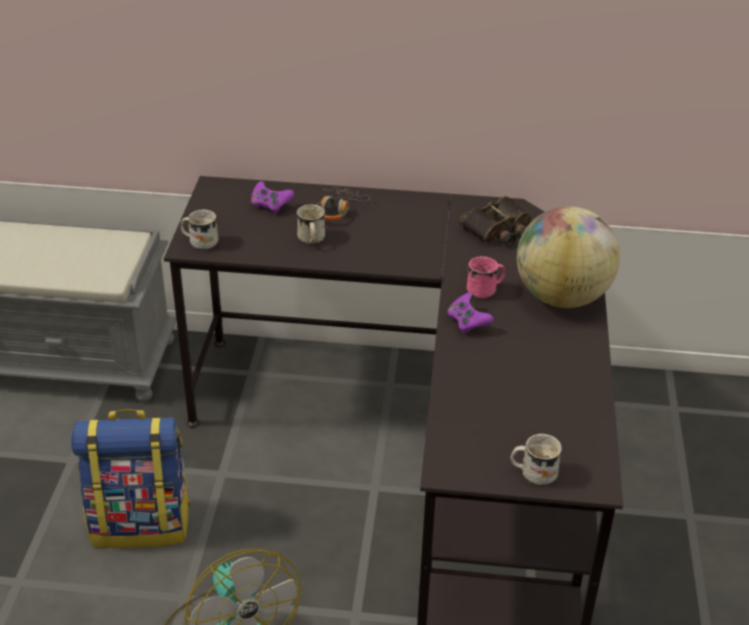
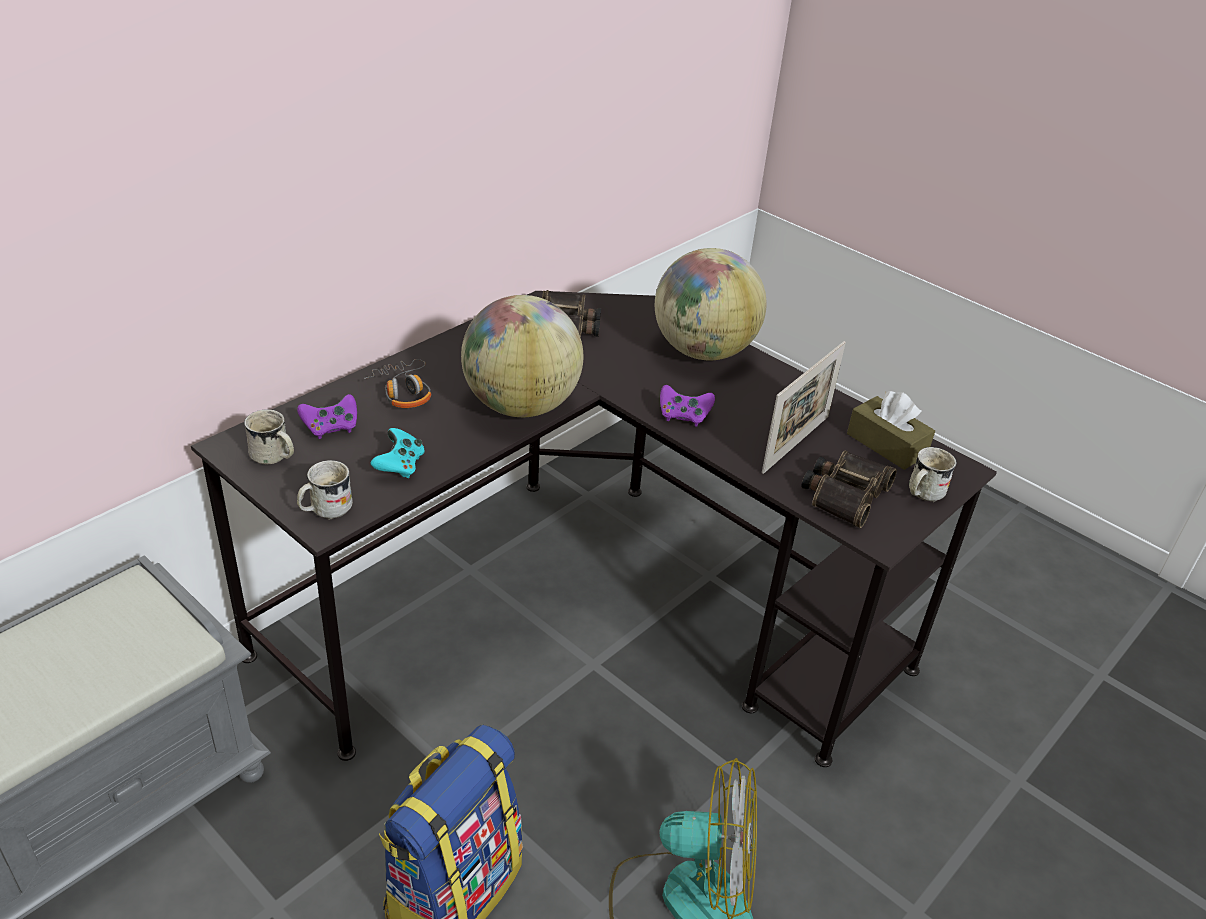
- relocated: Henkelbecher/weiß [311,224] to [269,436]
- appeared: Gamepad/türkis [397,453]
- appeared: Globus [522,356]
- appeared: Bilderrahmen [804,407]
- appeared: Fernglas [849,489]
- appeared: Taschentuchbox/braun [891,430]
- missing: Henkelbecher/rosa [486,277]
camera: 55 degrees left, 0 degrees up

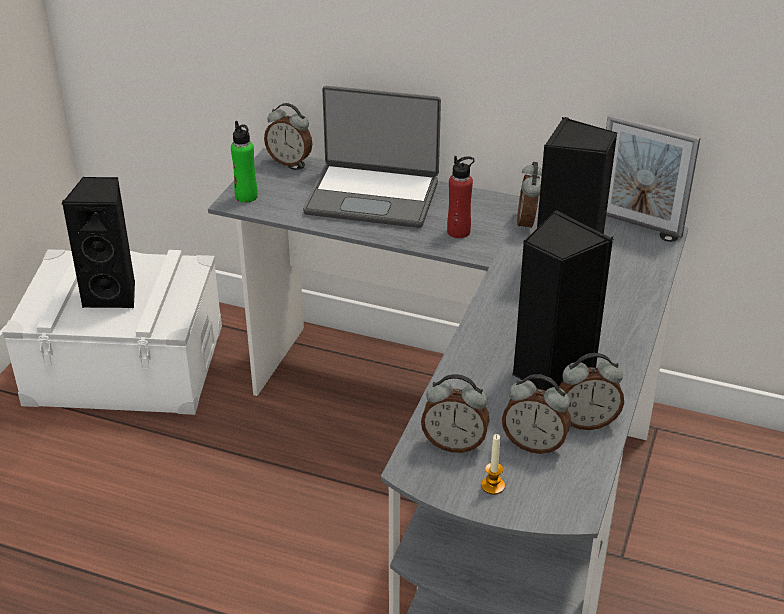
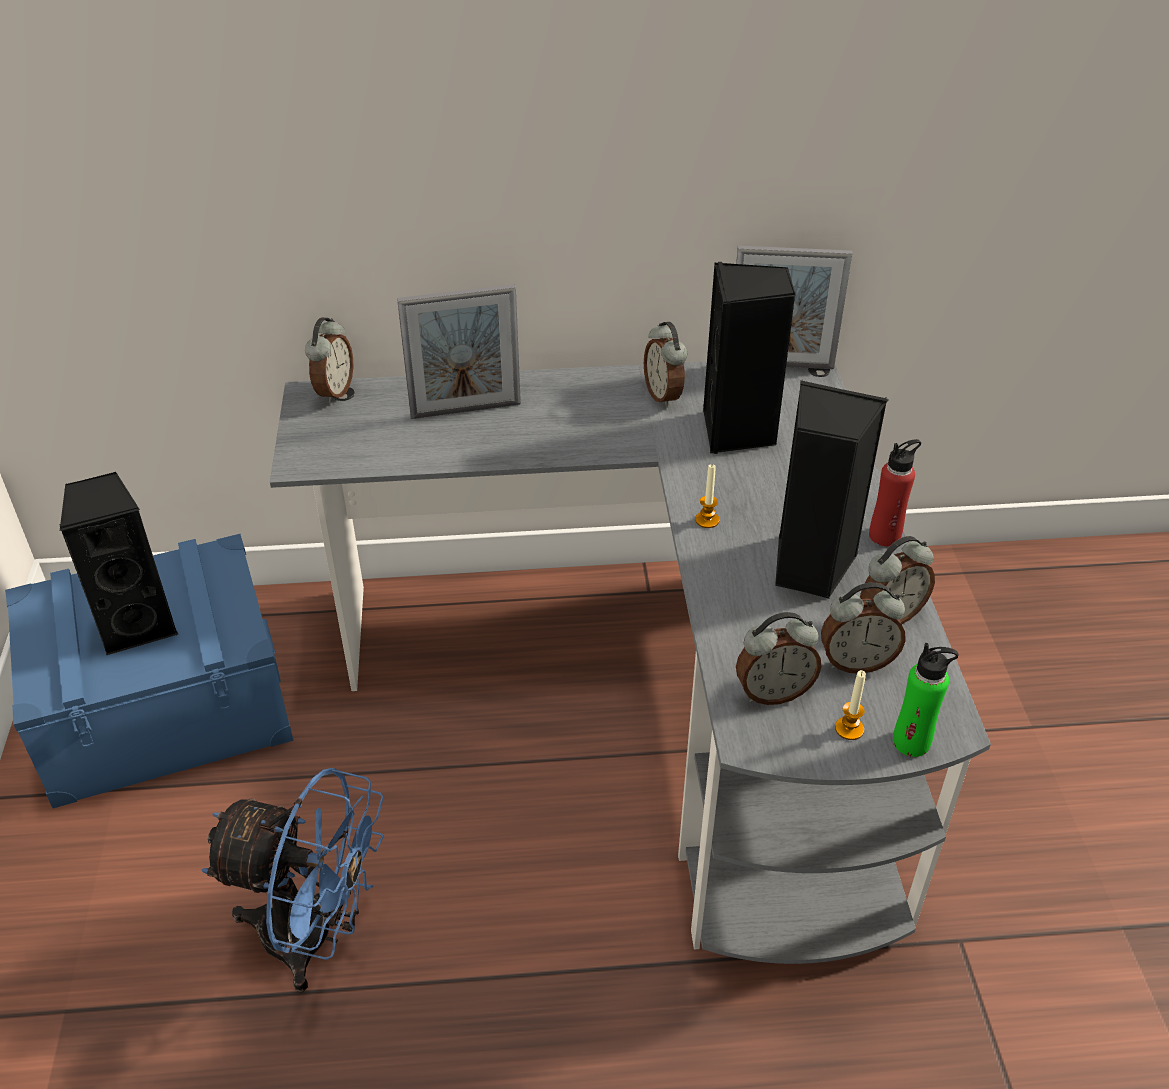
- colour: Aufbewahrungsbox/weiß [112,332] to Aufbewahrungsbox/blau [149,671]
- appeared: Ventilator/blau [292,880]
- spun: Wecker [288,135] = [329,360] 75 degrees counterclockwise
- exchanged: Laptop [372,157] to Bilderrahmen [459,351]
- appeared: Kerze [707,496]
- relocated: Flasche/rot [461,197] to [895,492]
- relocated: Flasche/grün [244,162] to [925,700]
camera: 25 degrees left, 5 degrees up

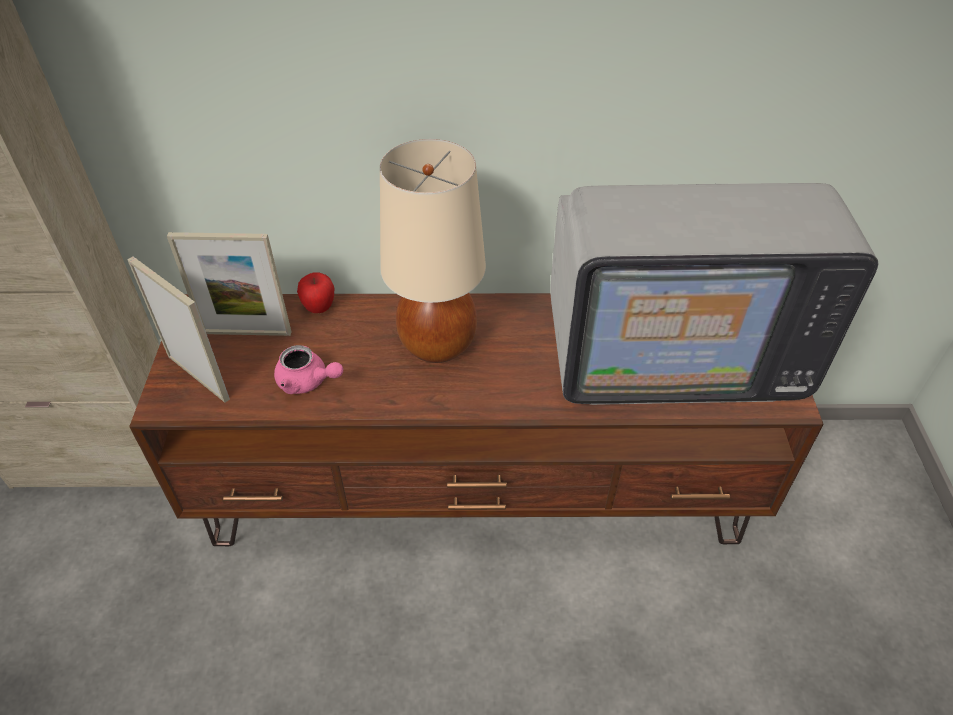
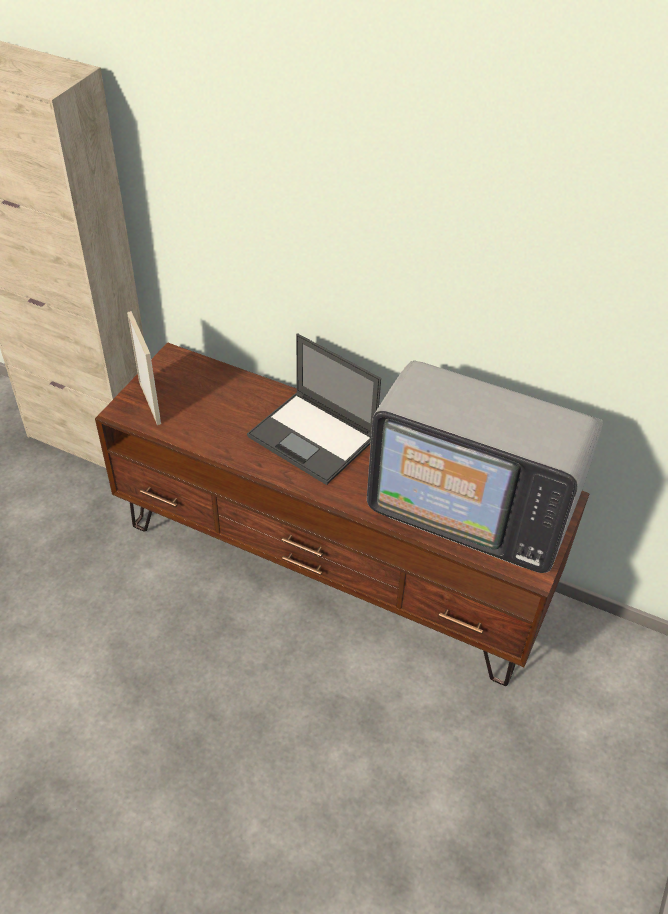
- exchanged: Tischlampe/beige [433,251] to Laptop [314,409]
- missing: Bilderrahmen [229,284]
- missing: Teekanne/rosa [308,369]
- missing: Apfel [315,292]
camera: 25 degrees right, 0 degrees up

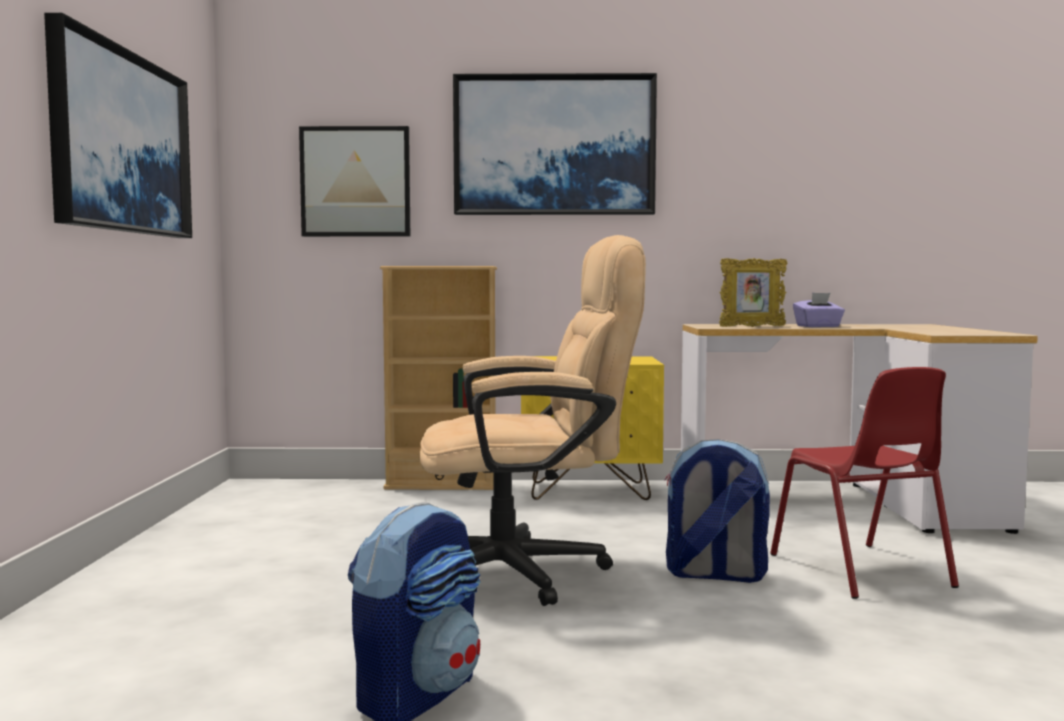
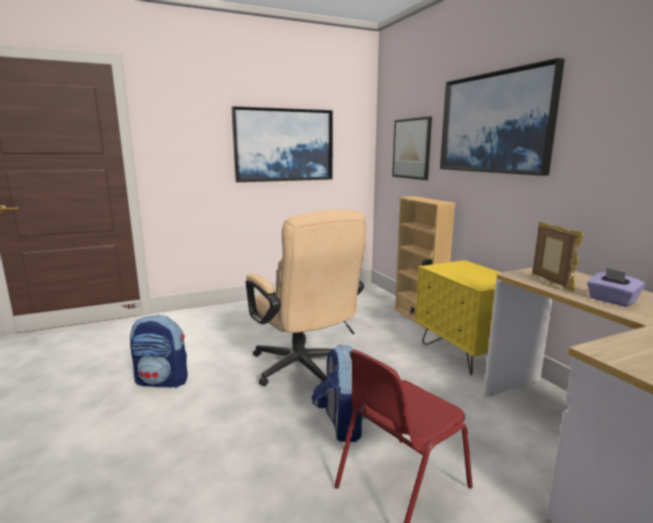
- spun: Bilderrahmen [753,292] = [558,257] 150 degrees counterclockwise
camera: 65 degrees right, 10 degrees up

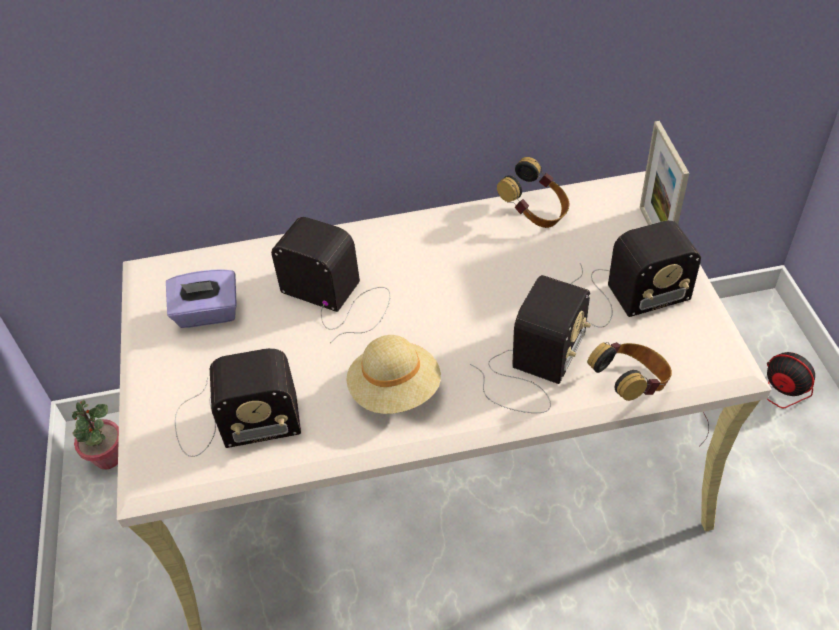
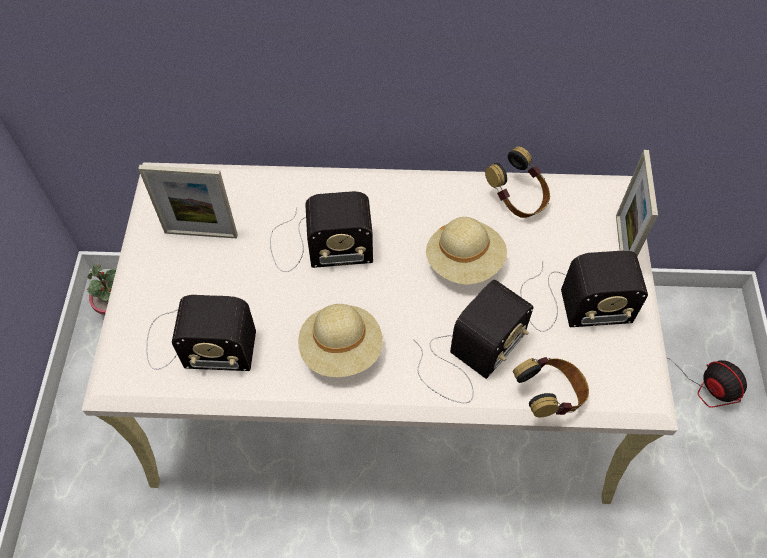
- exchanged: Taschentuchbox/lila [201,298] to Bilderrahmen [188,201]
- spun: Radio [330,280] = [321,231] 135 degrees clockwise
- appeared: Hut/beige [466,251]
camera: 10 degrees right, 10 degrees up

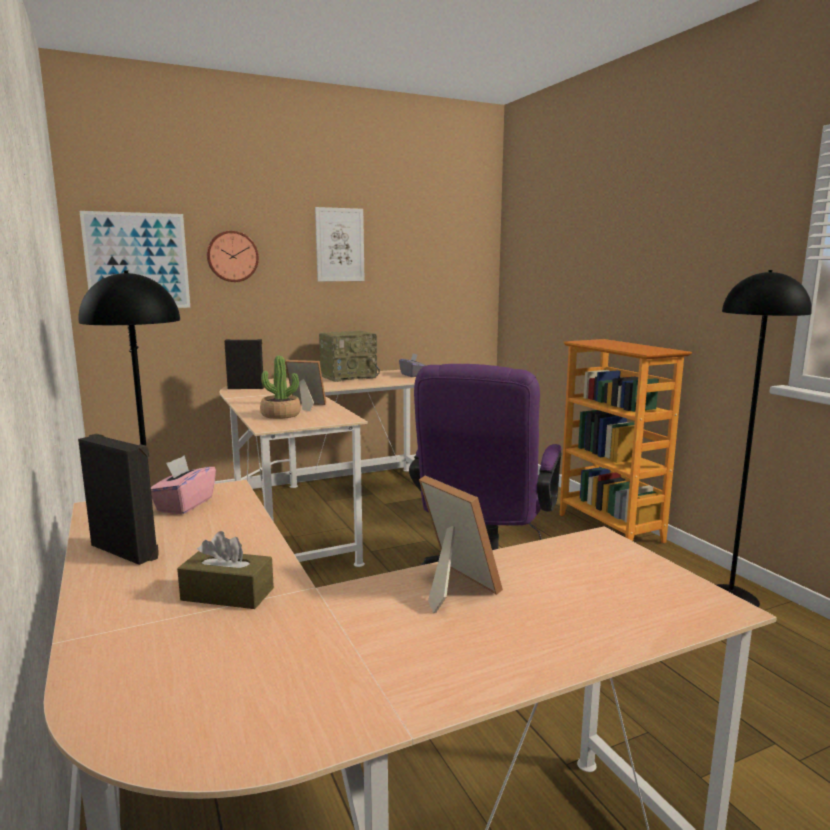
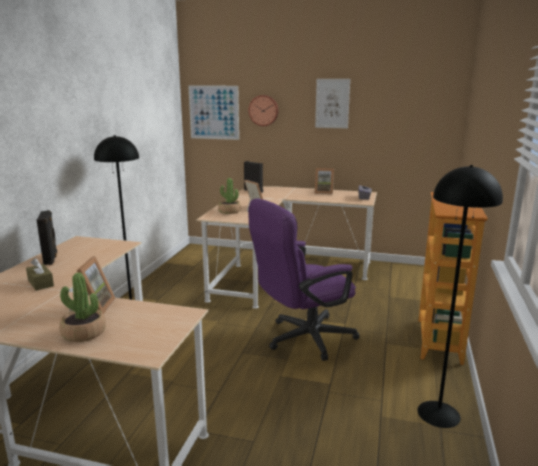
- appeared: Topfpflanze [82,307]
- exchanged: Radio [349,356] to Bilderrahmen [324,181]
- missing: Taschentuchbox/rosa [183,484]
camera: 40 degrees right, 5 degrees up

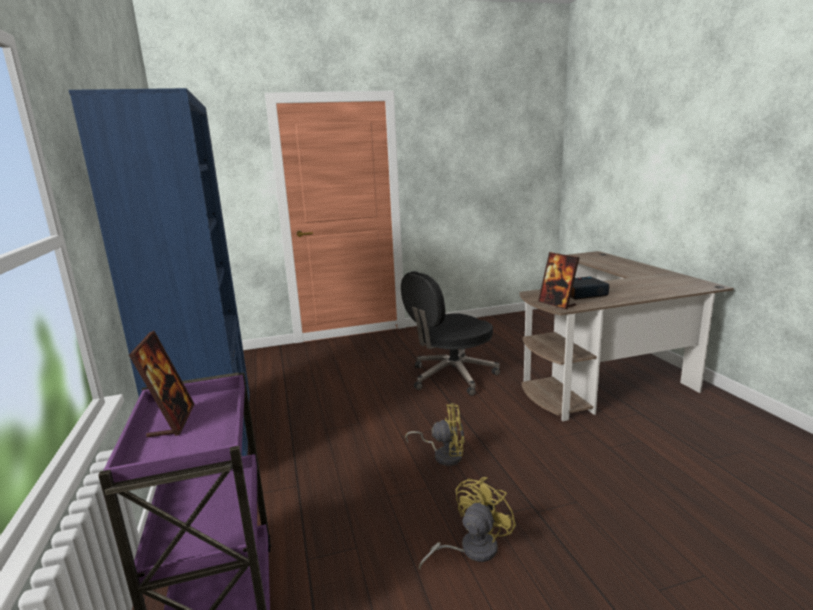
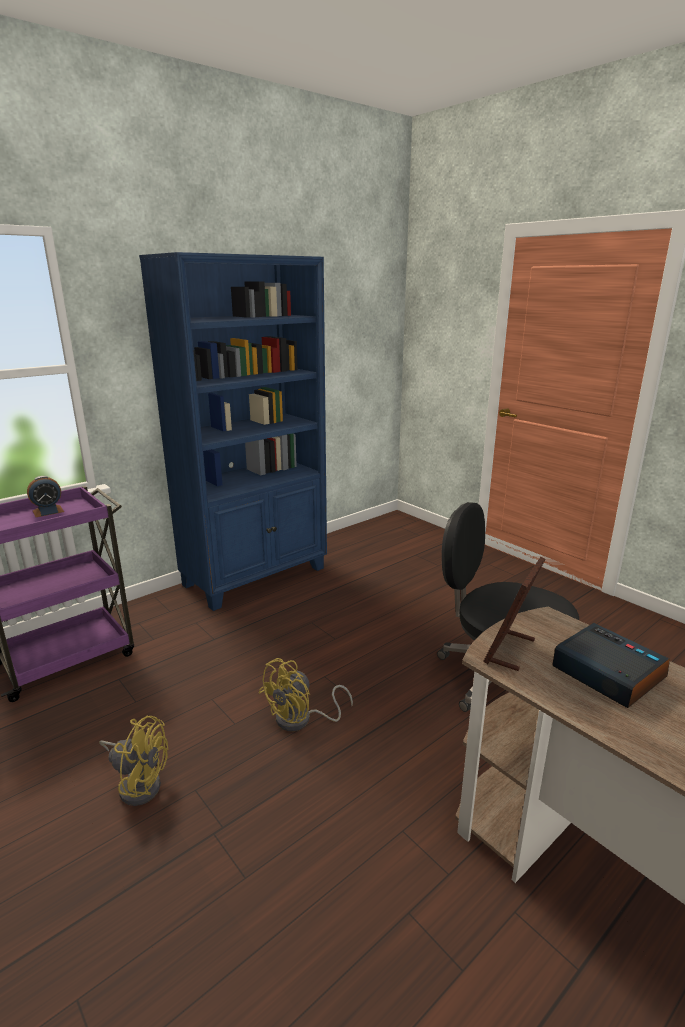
- exchanged: Bilderrahmen [161,384] to Wecker [45,496]
- spun: Ventilator/gelb [435,434] = [305,694] 60 degrees clockwise
camera: 65 degrees right, 5 degrees up

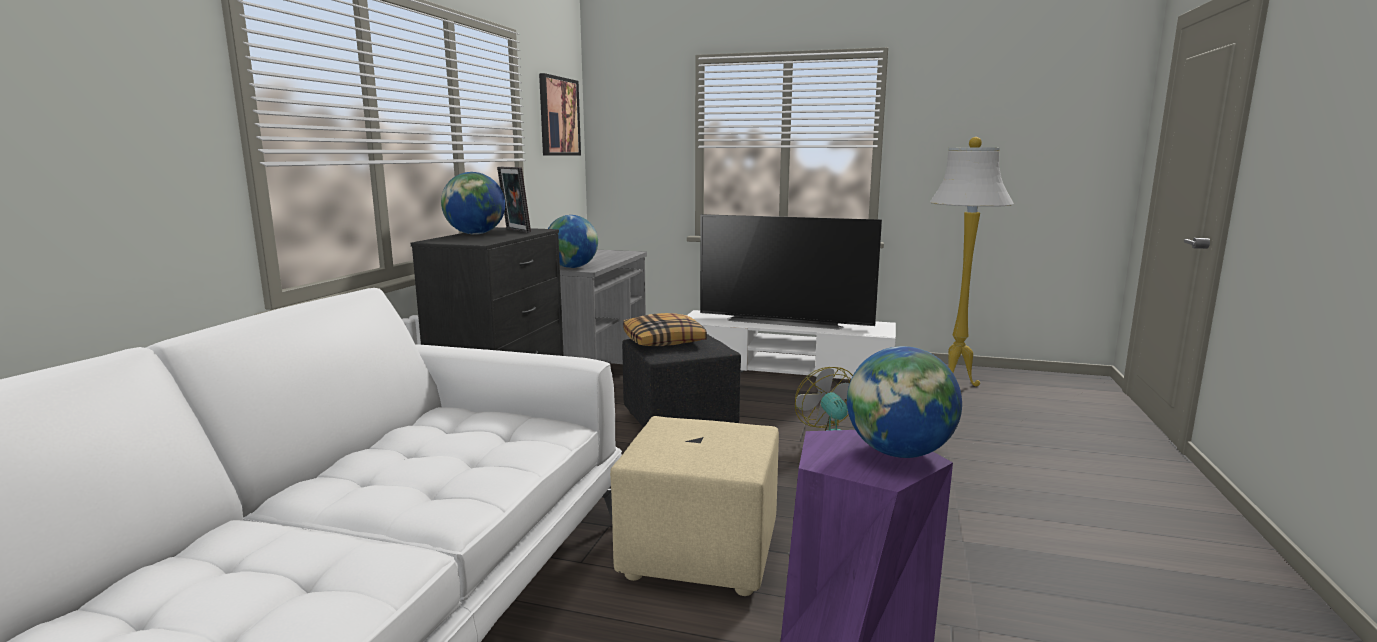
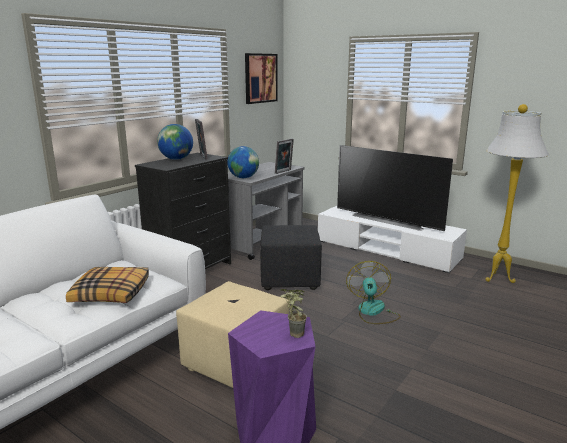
- relocated: Kissen [665,329] to [107,285]
- appeared: Bilderrahmen [284,156]
- exchanged: Globus [904,402] to Topfpflanze [293,313]
camera: 20 degrees right, 5 degrees up

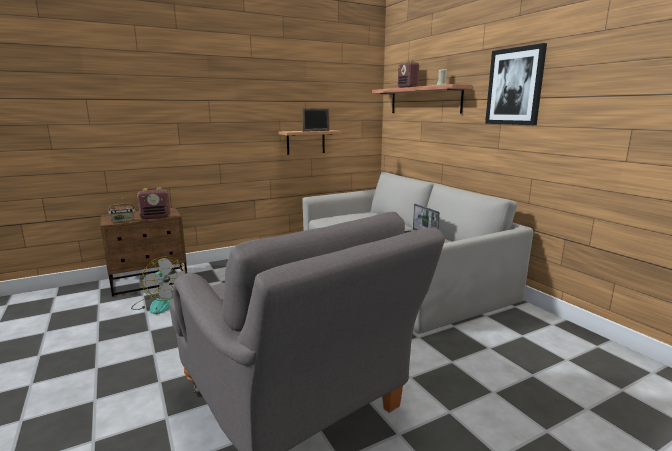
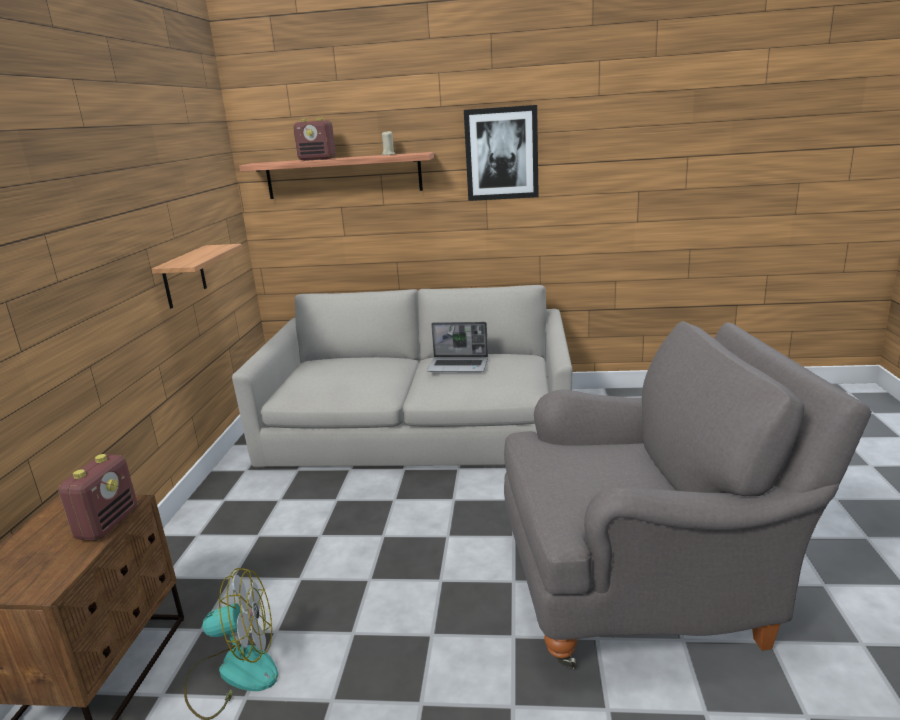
- missing: Radio [121,210]
- missing: Bilderrahmen [315,120]
camera: 55 degrees left, 5 degrees up

